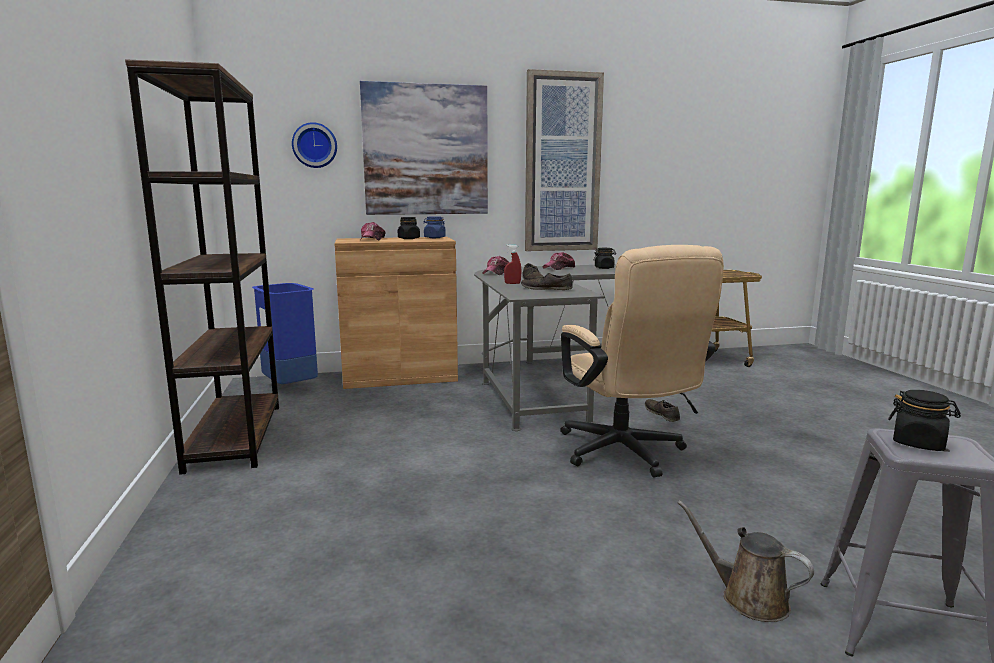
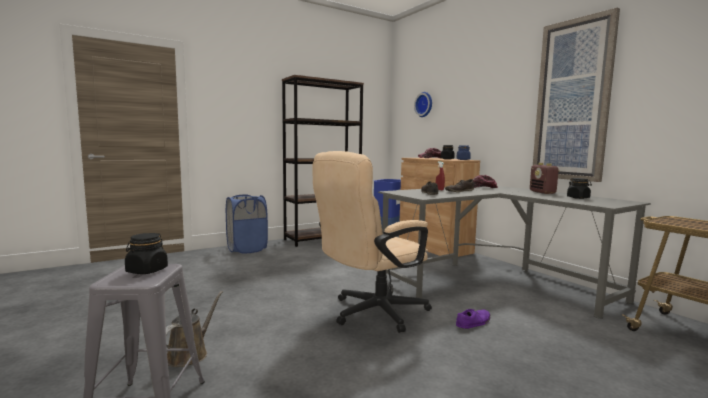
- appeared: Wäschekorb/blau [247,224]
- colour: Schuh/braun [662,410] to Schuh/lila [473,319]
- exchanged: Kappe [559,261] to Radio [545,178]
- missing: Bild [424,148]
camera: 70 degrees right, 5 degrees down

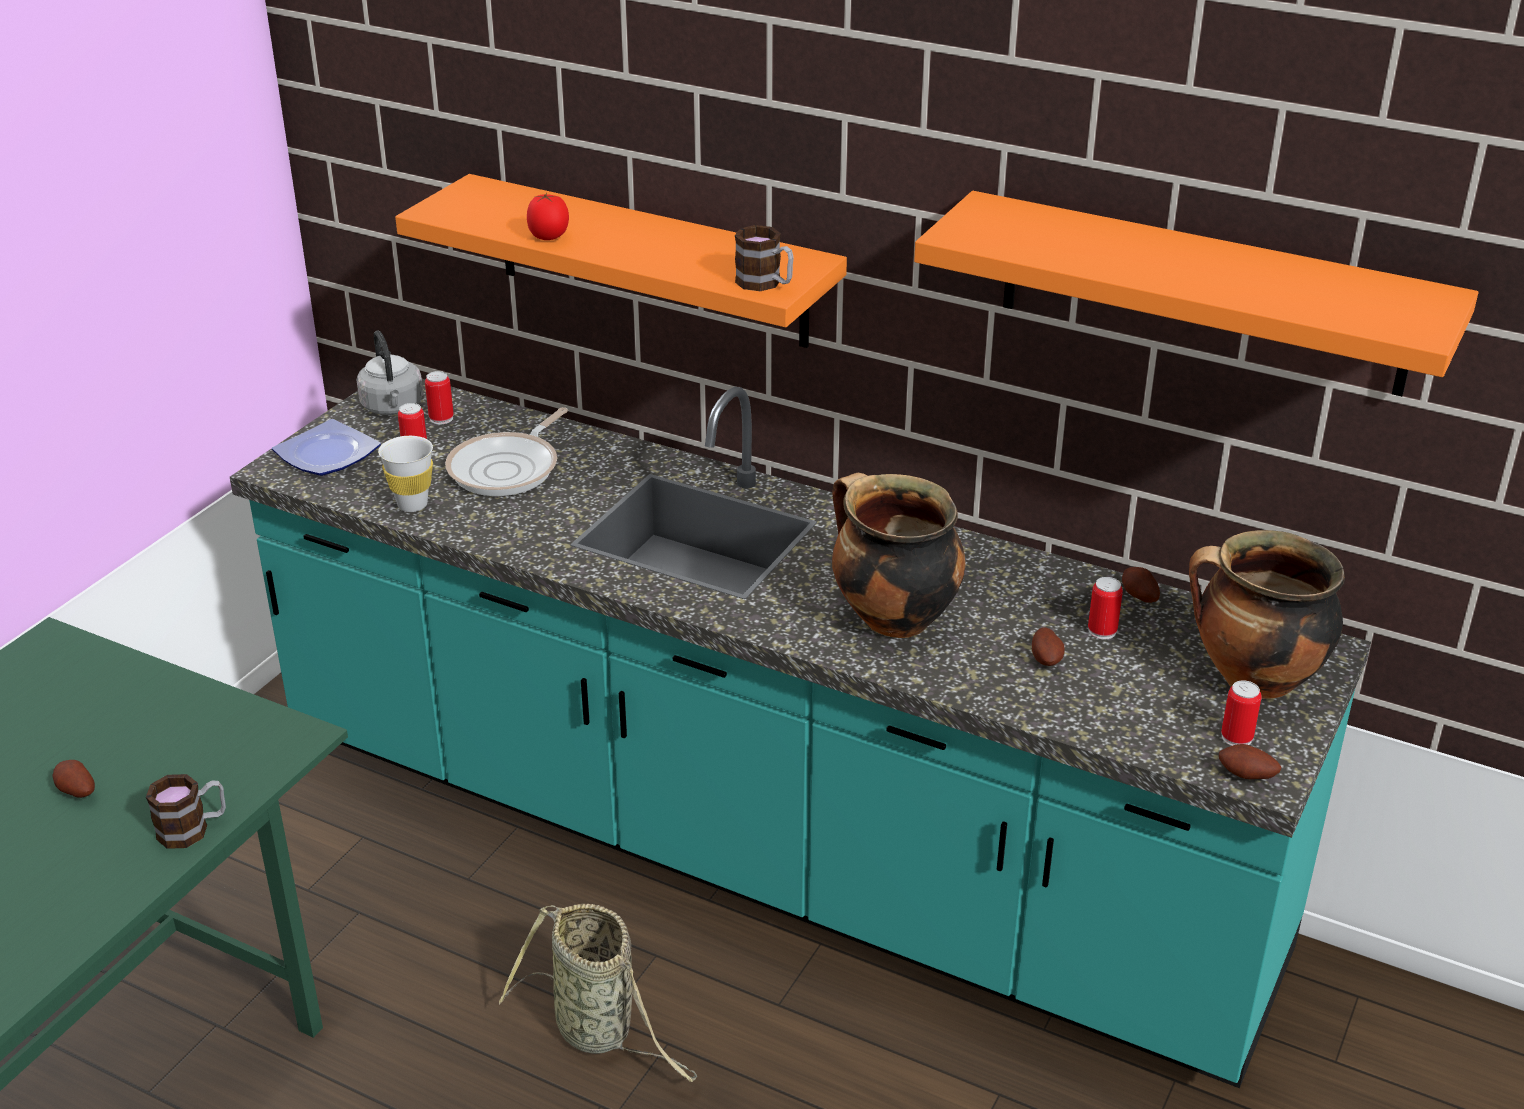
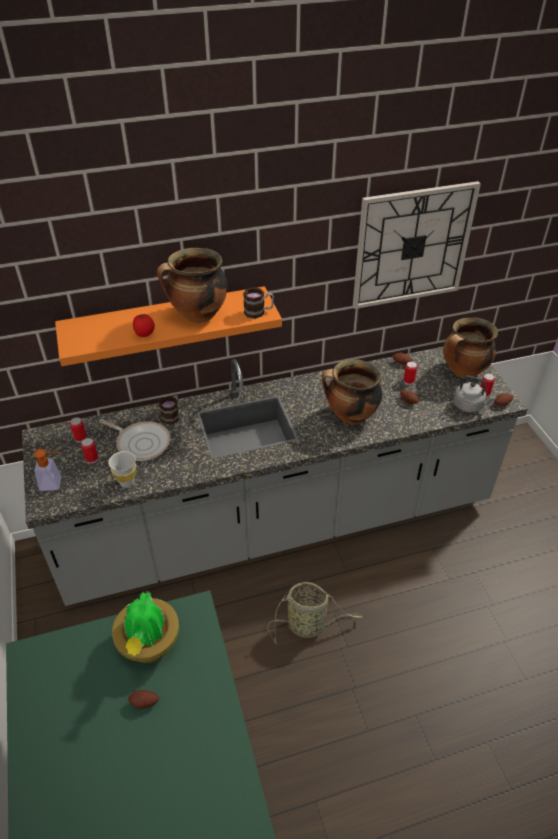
- colour: Küchenzeile/türkis [800,733] to Küchenzeile/grau [275,476]
- exchanged: Teller [326,447] to Seifenspender [48,470]
- spun: Pfanne [506,451] = [135,440] 45 degrees counterclockwise
- appeared: Topfpflanze [145,627]
- appeared: Kochtopf [192,285]
- relocated: Henkelbecher [186,811] to [169,409]
- exchanged: Wandregal/orange [1196,293] to Wanduhr [417,245]
- relocated: Wasserkessel/grau [390,372] to [474,394]
camera: 45 degrees left, 10 degrees up

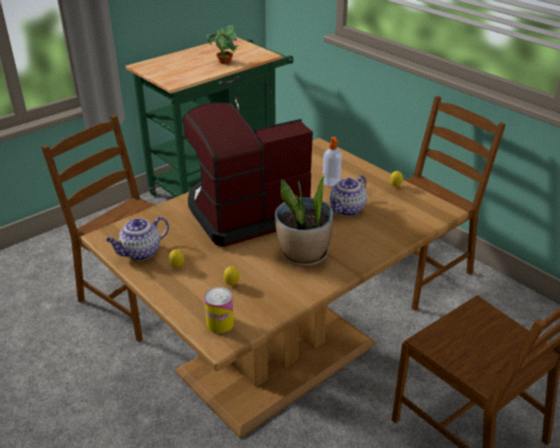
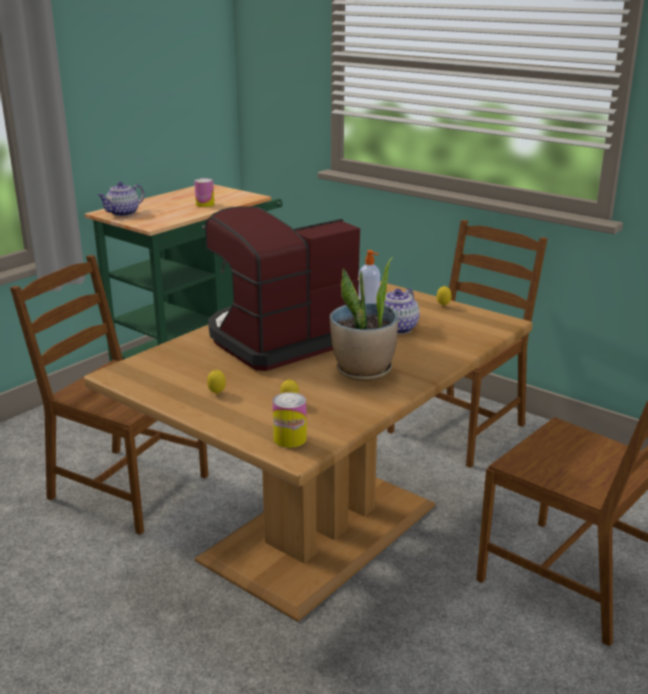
- relocated: Teekanne [137,238] to [121,199]
- exchanged: Topfpflanze [222,44] to Dose [204,192]
camera: 10 degrees left, 10 degrees down

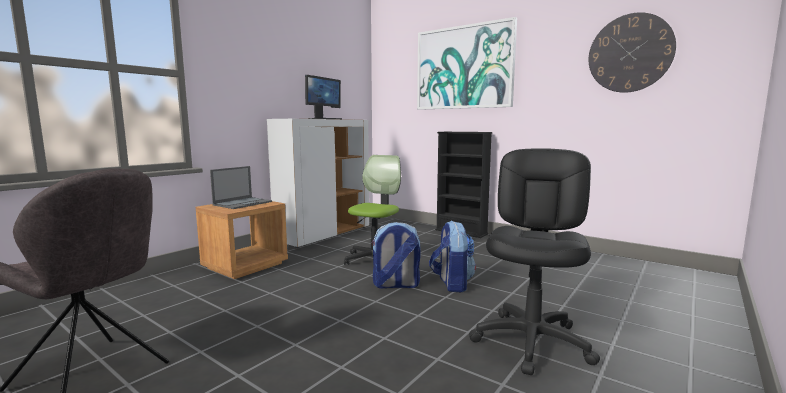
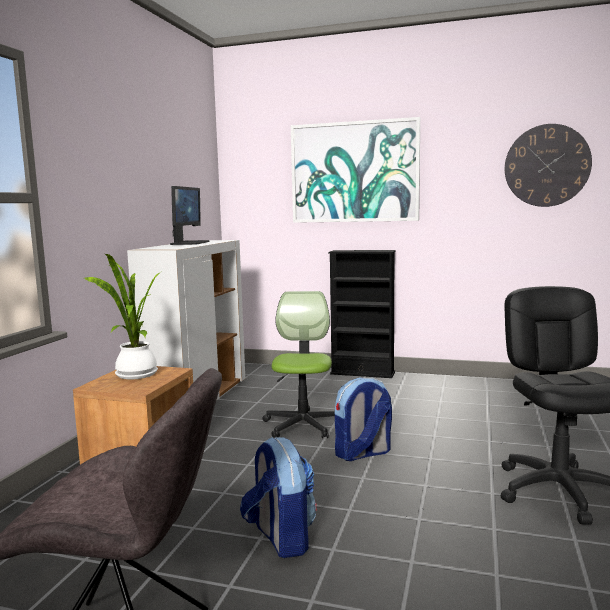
- exchanged: Laptop [241,187] to Topfpflanze [121,316]
- relocated: Rucksack [452,256] to [278,497]
camera: 20 degrees left, 0 degrees up

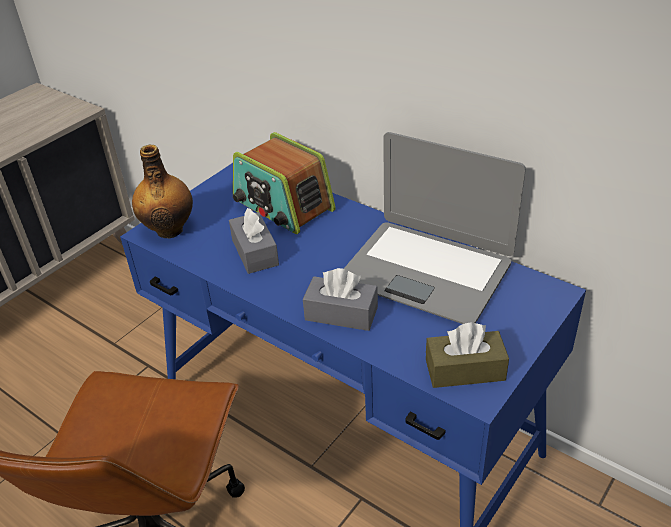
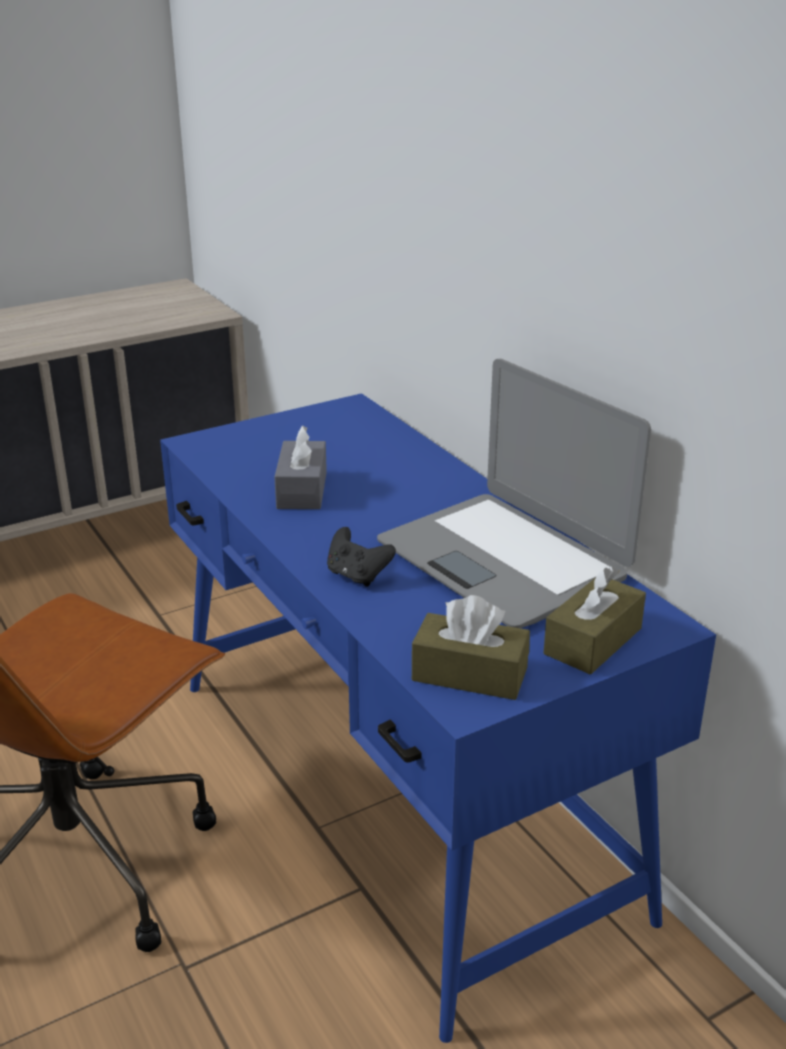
- exchanged: Taschentuchbox/grau [340,299] to Gamepad/schwarz [361,557]
- appeared: Taschentuchbox/braun [595,620]
- missing: Flasche [162,191]
- missing: Radio [284,183]
camera: 20 degrees right, 10 degrees down

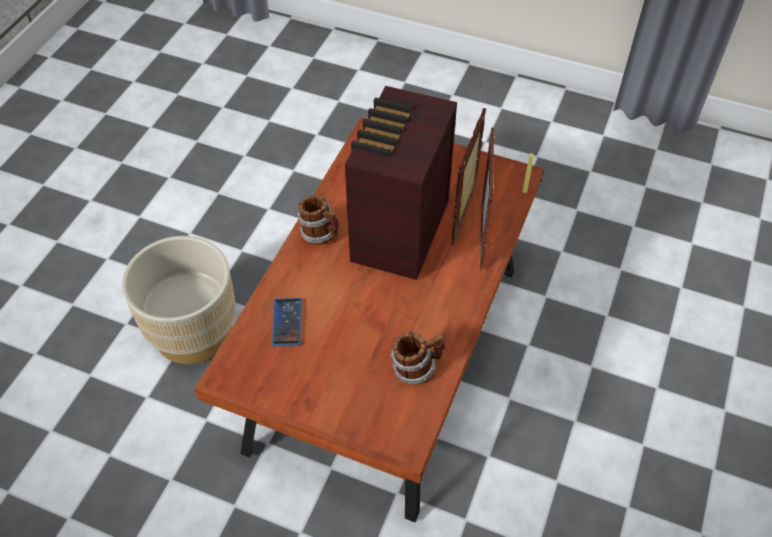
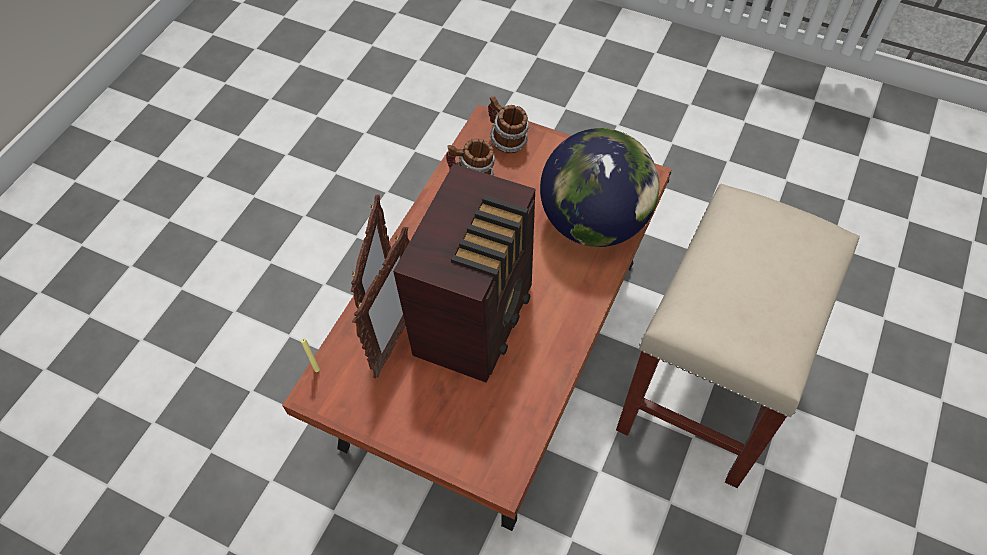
- relocated: Henkelbecher [318,220] to [508,125]
- exchanged: Handy [287,322] to Globus [599,187]
- exchanged: Pflanzkübel/beige [179,300] to Hocker/beige [738,336]
camera: 175 degrees left, 5 degrees up

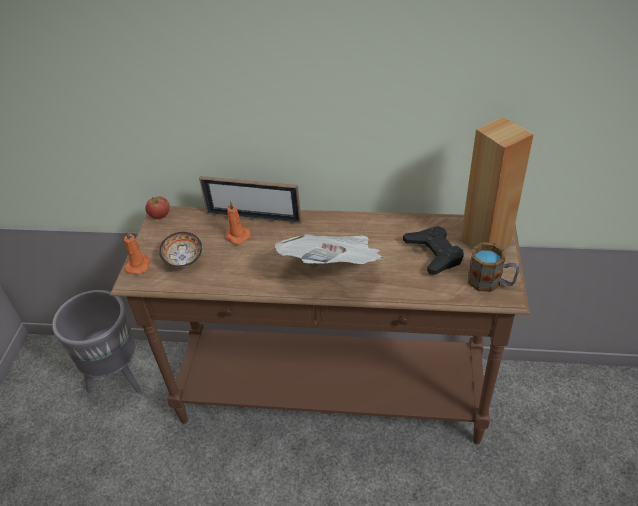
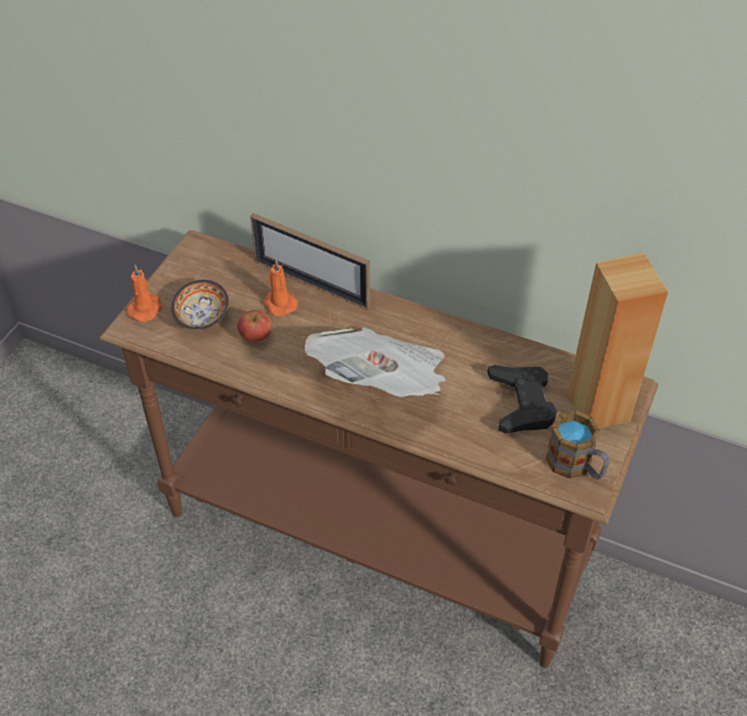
- relocated: Apfel [157,208] to [254,326]
- missing: Pflanzkübel/grau [96,341]
camera: 15 degrees right, 5 degrees up

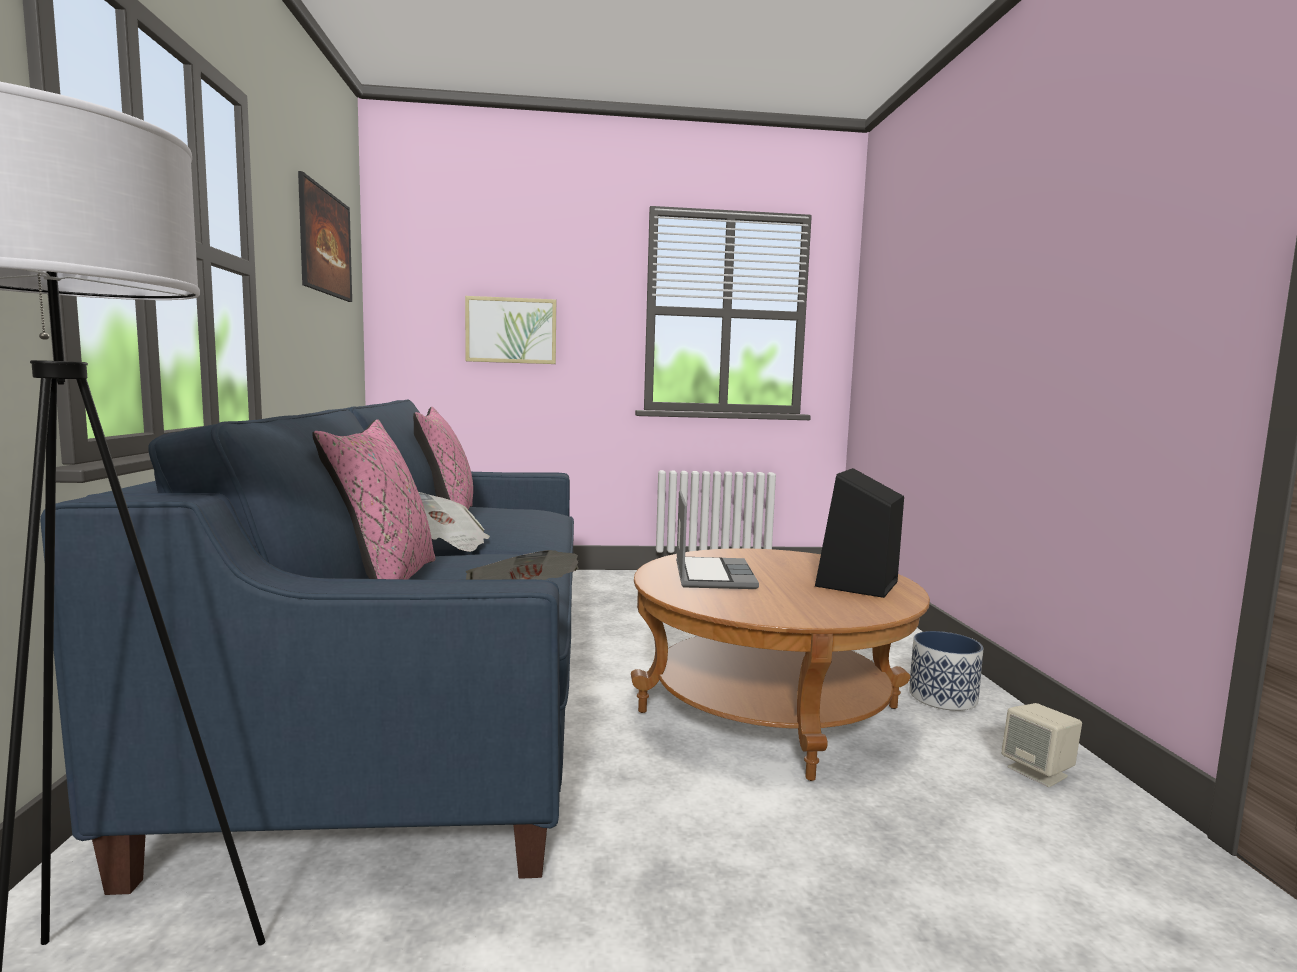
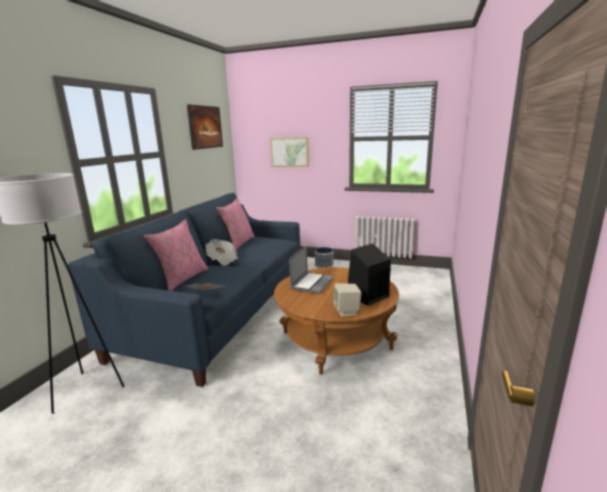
- relocated: Pflanzkübel [946,671] to [324,257]
- relocated: Lautsprecher/beige [1041,745] to [347,300]
camera: 25 degrees right, 10 degrees up

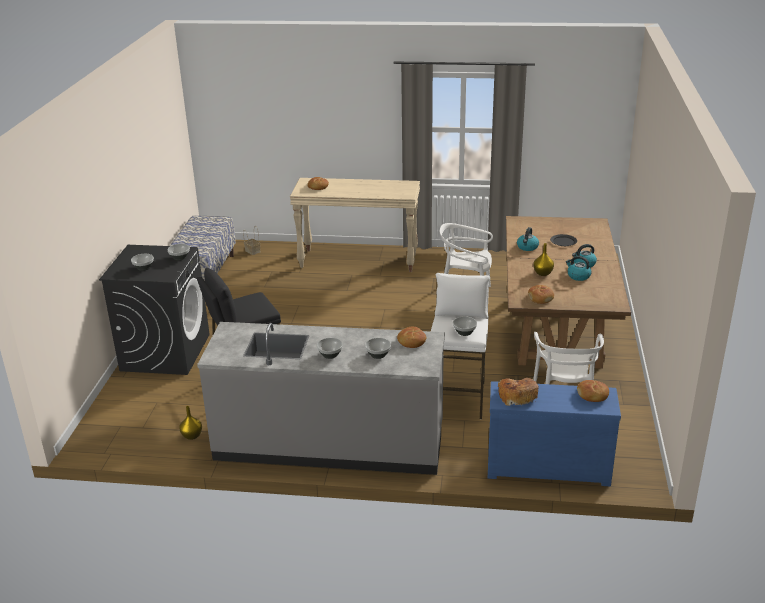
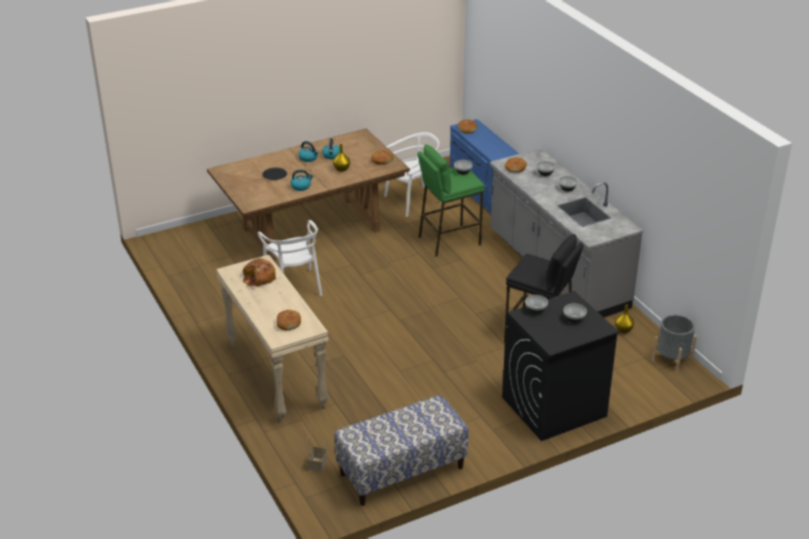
- relocated: Brot [518,392] to [259,272]
- colour: Hocker/weiß [460,346] to Hocker/grün [451,200]
- appeared: Pflanzkübel/grau [674,344]
camera: 125 degrees left, 5 degrees up

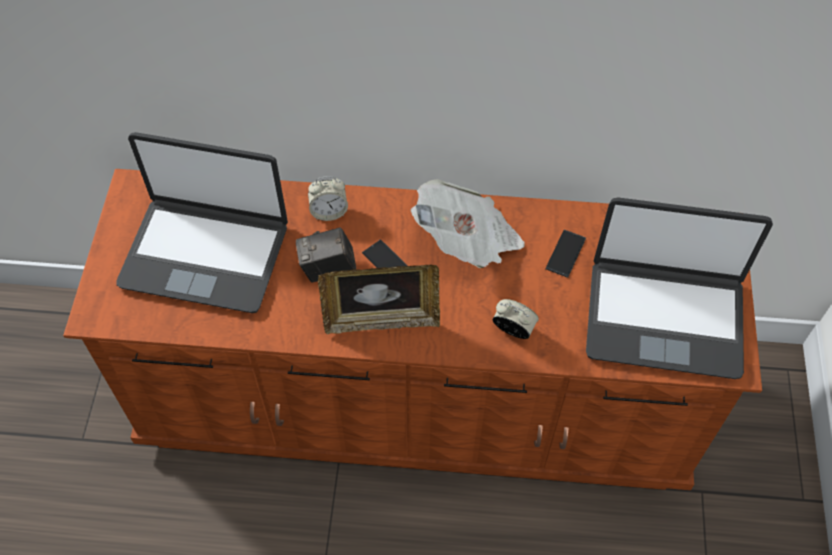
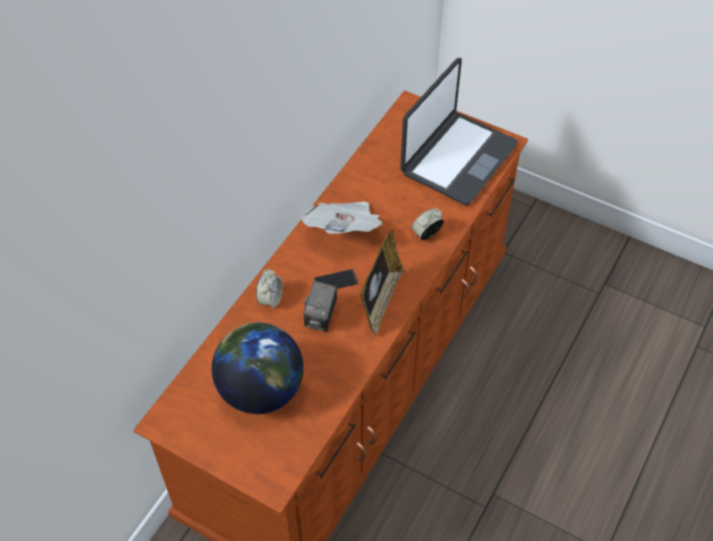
- exchanged: Laptop [202,222] to Globus [258,368]
- missing: Handy [565,254]
camera: 65 degrees left, 5 degrees down

